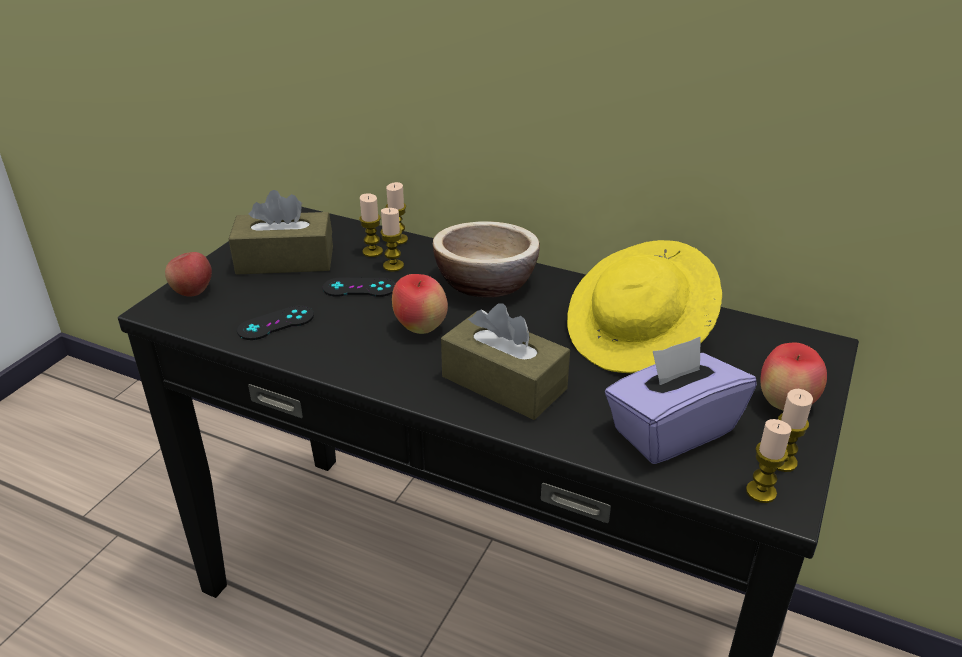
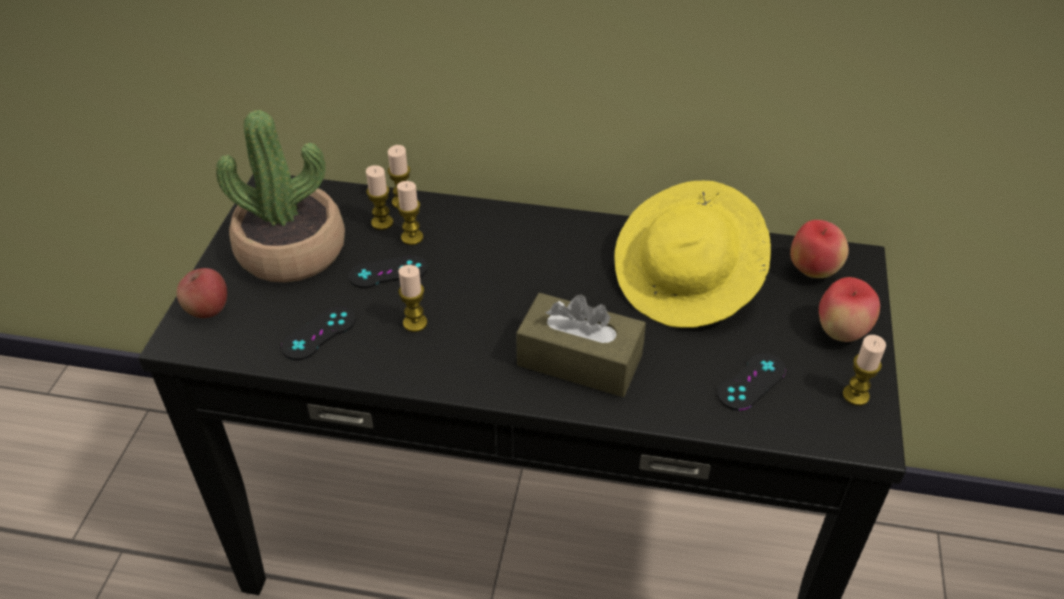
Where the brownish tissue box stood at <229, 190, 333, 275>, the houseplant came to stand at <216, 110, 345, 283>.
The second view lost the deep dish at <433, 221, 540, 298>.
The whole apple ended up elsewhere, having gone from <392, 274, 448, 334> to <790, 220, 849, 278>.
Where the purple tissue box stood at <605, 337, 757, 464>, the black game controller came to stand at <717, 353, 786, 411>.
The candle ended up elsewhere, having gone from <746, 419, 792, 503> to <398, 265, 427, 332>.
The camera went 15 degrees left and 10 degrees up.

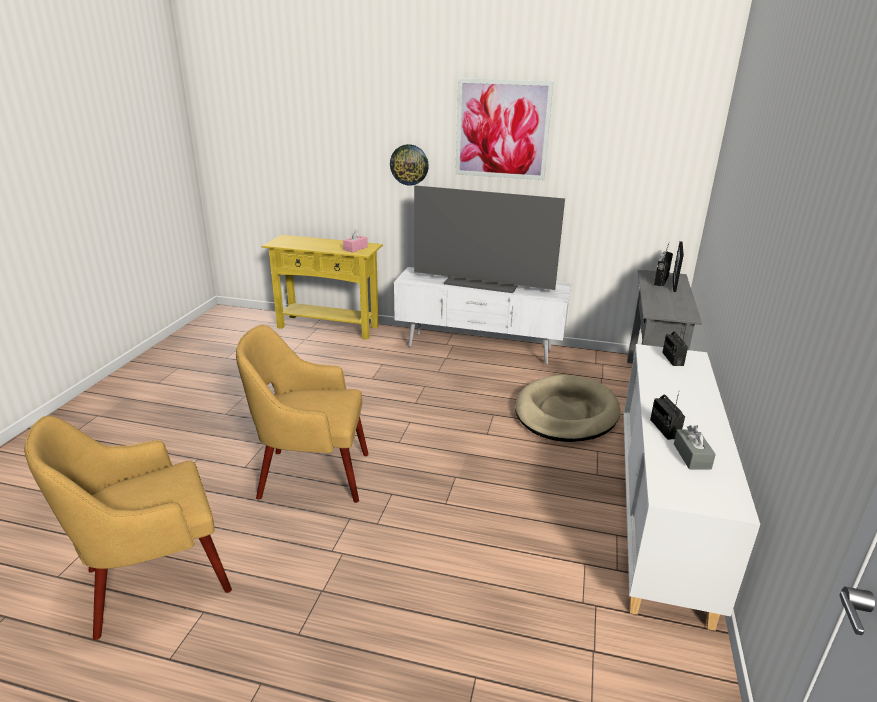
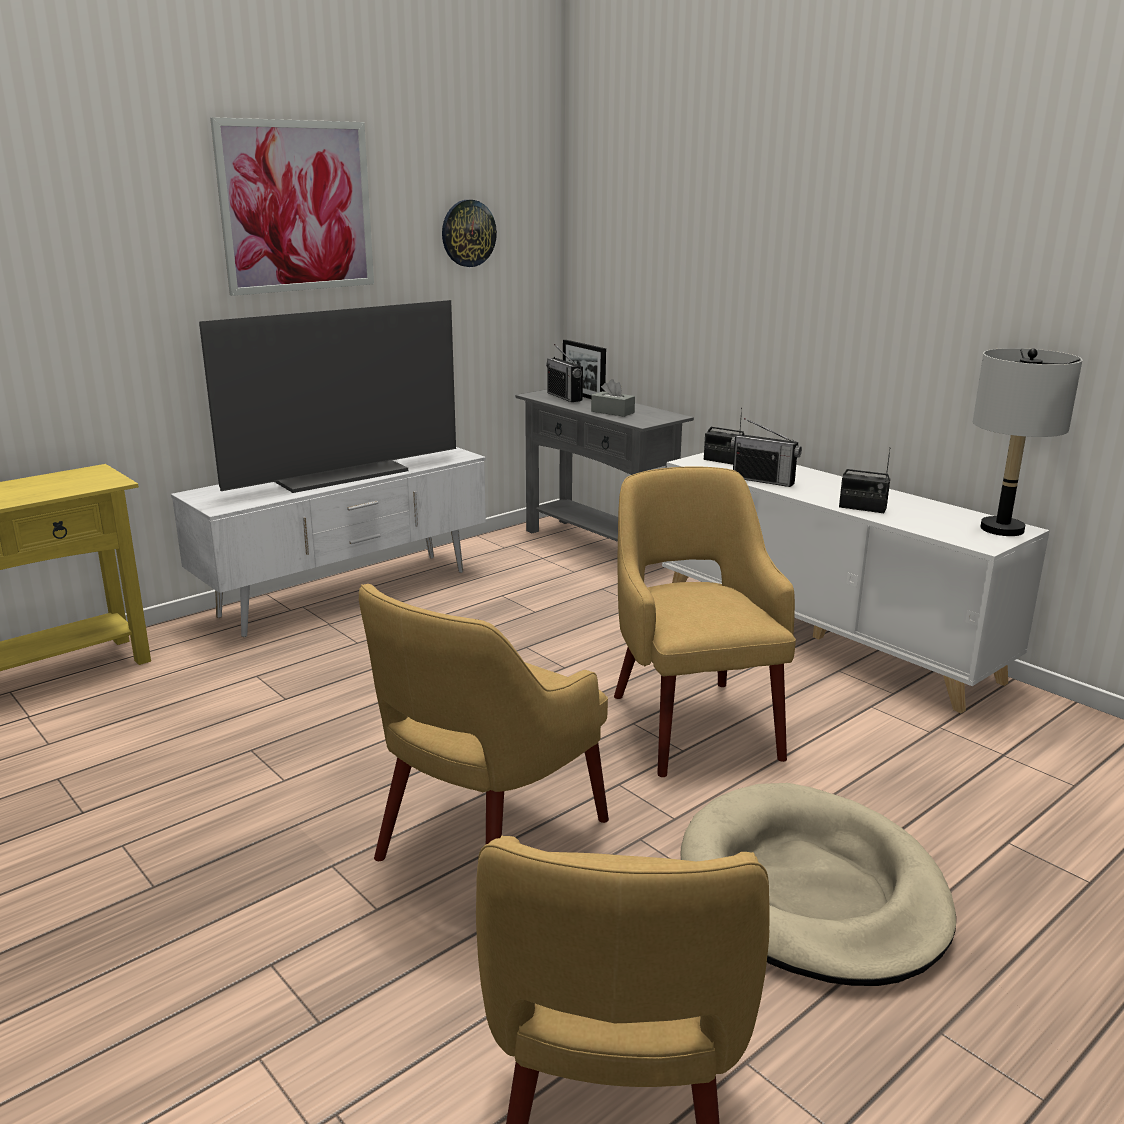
The clock on the wall ended up elsewhere, having gone from <390, 144, 429, 186> to <442, 200, 497, 267>.
The second view lost the pink tissue box at <343, 229, 368, 252>.
The beige-coloured pet bed ended up elsewhere, having gone from <515, 375, 620, 442> to <680, 783, 956, 986>.
The grey tissue box ended up elsewhere, having gone from <674, 425, 716, 469> to <591, 379, 635, 417>.
The second view gained the grey table lamp at <973, 348, 1082, 536>.
The second view gained the radio receiver at <731, 418, 802, 487>.
The second view gained the yellow-coloured lounge chair at <614, 466, 796, 777>.
The camera went 55 degrees left and 5 degrees down.

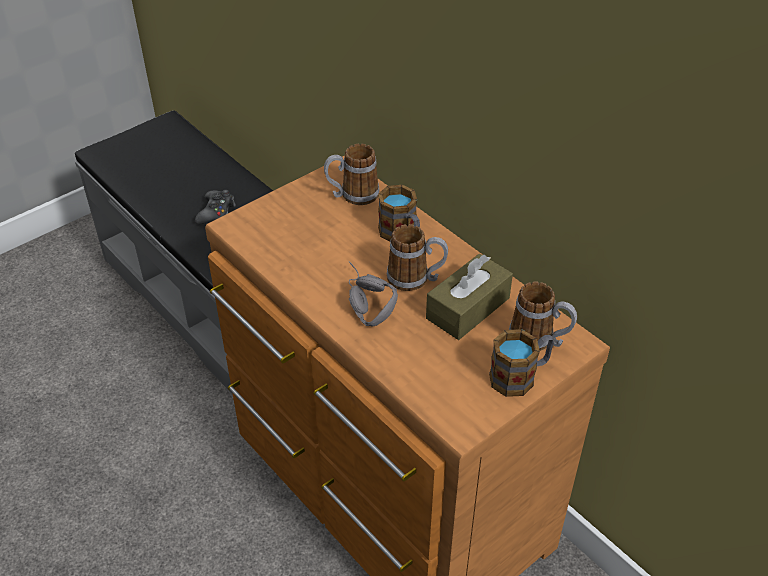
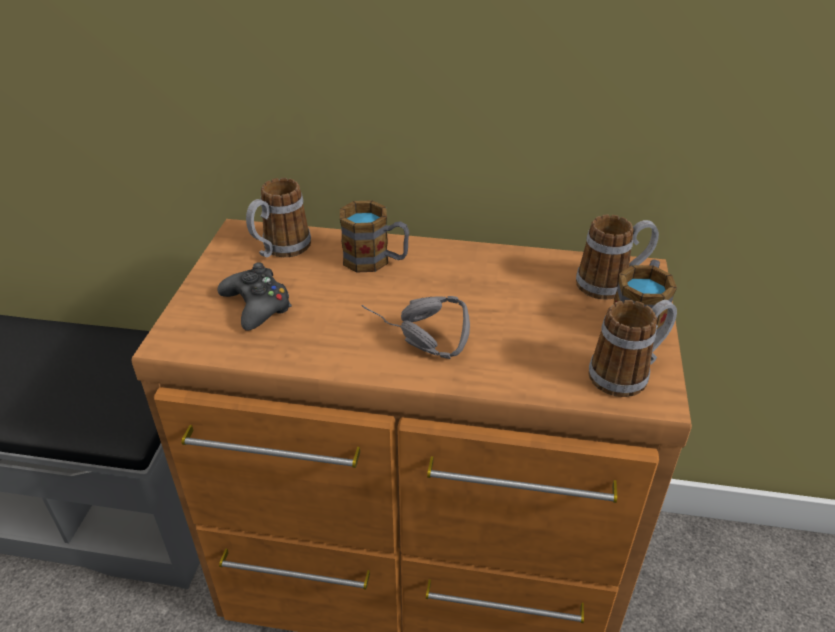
The black game controller ended up elsewhere, having gone from <195, 190, 236, 224> to <218, 262, 292, 331>.
The tea mug ended up elsewhere, having gone from <387, 224, 448, 291> to <588, 300, 677, 397>.
The second view lost the brownish tissue box at <426, 254, 513, 340>.
The camera went 40 degrees left and 5 degrees down.

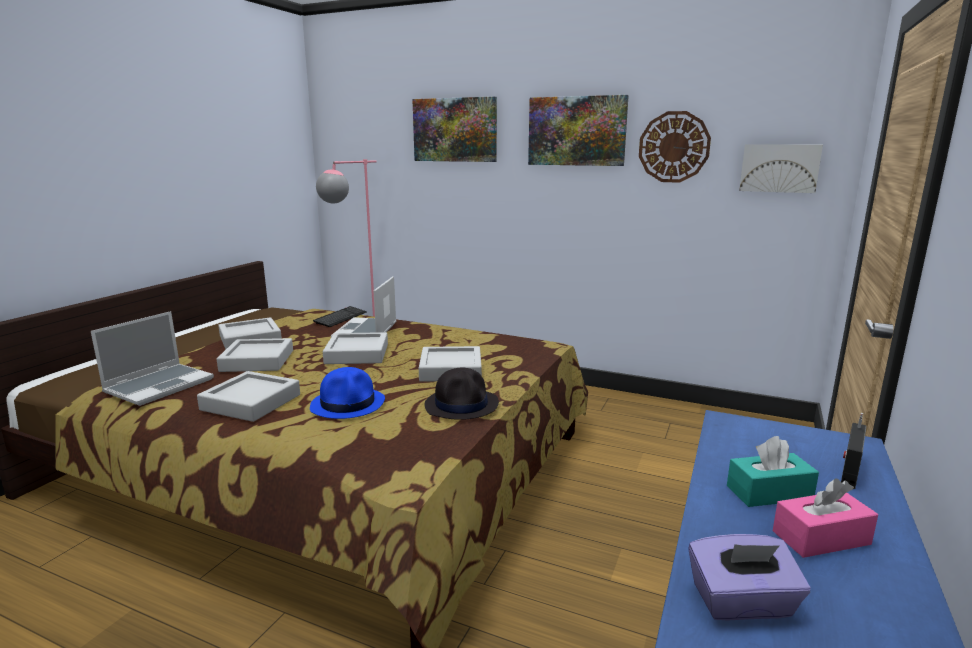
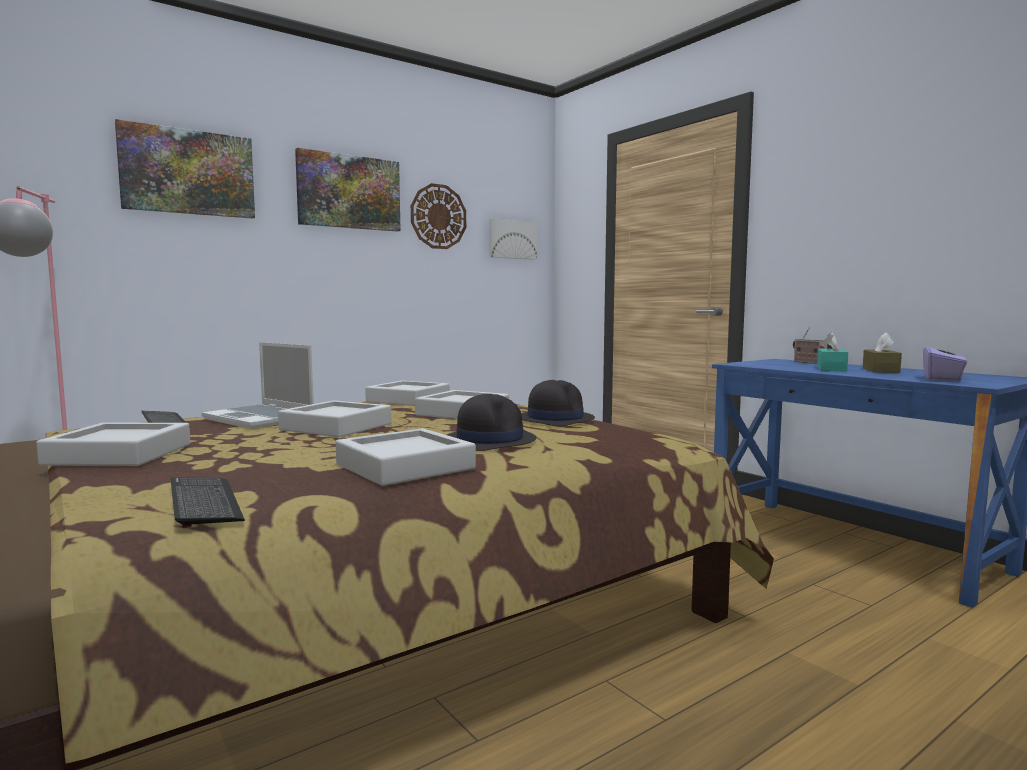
Where the notebook computer stood at <91, 311, 214, 406>, the computer keyboard came to stand at <170, 477, 245, 528>.
The grey carrying tray ended up elsewhere, having gone from <217, 338, 293, 372> to <365, 381, 450, 406>.
What was the bluish clothing hat at <310, 367, 385, 419> turned into the black clothing hat at <447, 394, 536, 451>.
What was the pink tissue box at <773, 478, 878, 558> turned into the brownish tissue box at <863, 332, 902, 373>.
The camera went 60 degrees left and 10 degrees down.

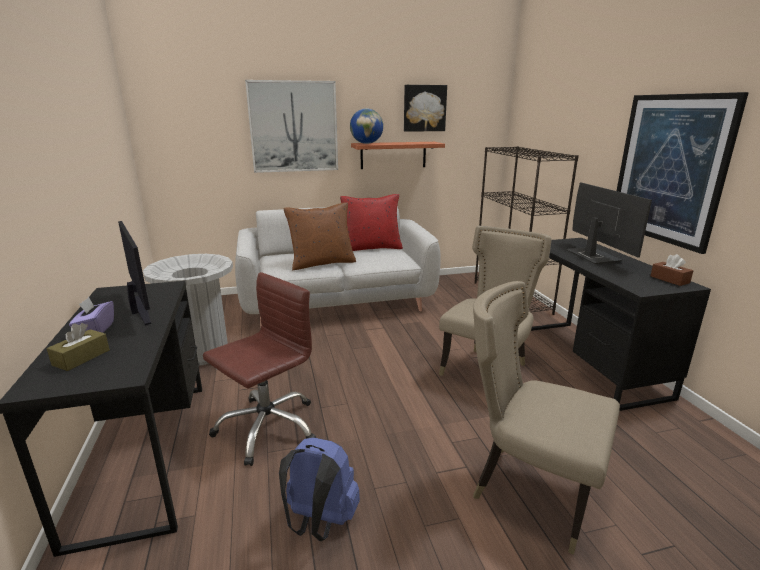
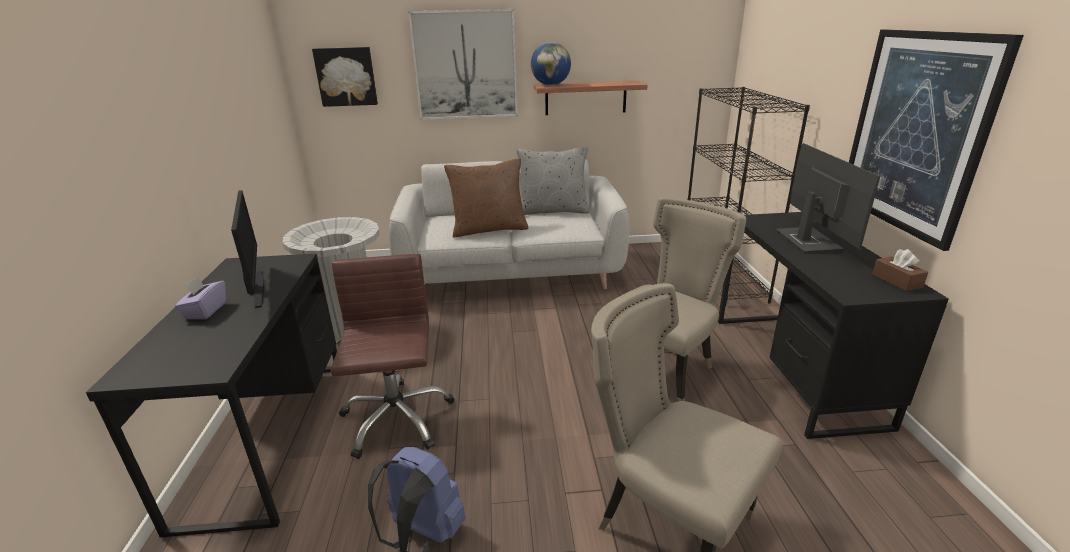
The wall art ended up elsewhere, having gone from <404, 85, 447, 132> to <312, 47, 378, 107>.
What was the red cushion at <340, 194, 403, 251> turned into the grey cushion at <517, 147, 589, 215>.
The brownish office chair at <203, 272, 316, 466> ended up facing another way, 60 degrees counterclockwise from before.
The second view lost the brownish tissue box at <47, 323, 110, 371>.
The camera went 10 degrees right and 5 degrees up.

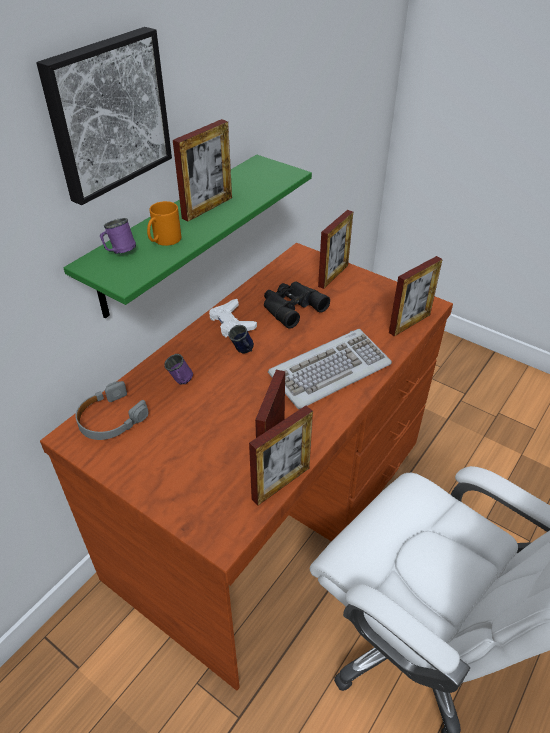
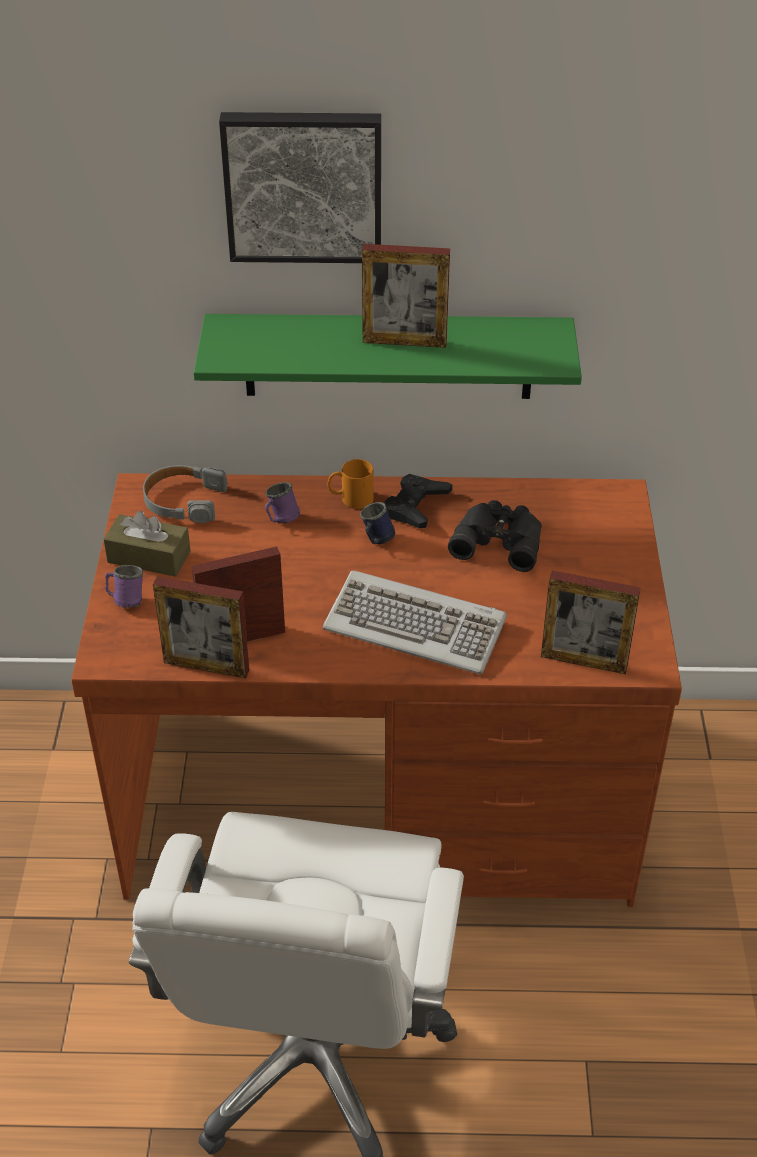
The orange tea mug ended up elsewhere, having gone from <147, 201, 181, 246> to <327, 459, 374, 509>.
The second view lost the standing frame at <318, 210, 353, 289>.
The purple tea mug ended up elsewhere, having gone from <100, 218, 136, 254> to <105, 565, 143, 608>.
What was the white-coloured game controller at <209, 299, 257, 337> turned into the black game controller at <384, 474, 452, 528>.
The second view gained the brownish tissue box at <103, 511, 191, 577>.
The camera went 55 degrees right and 0 degrees up.

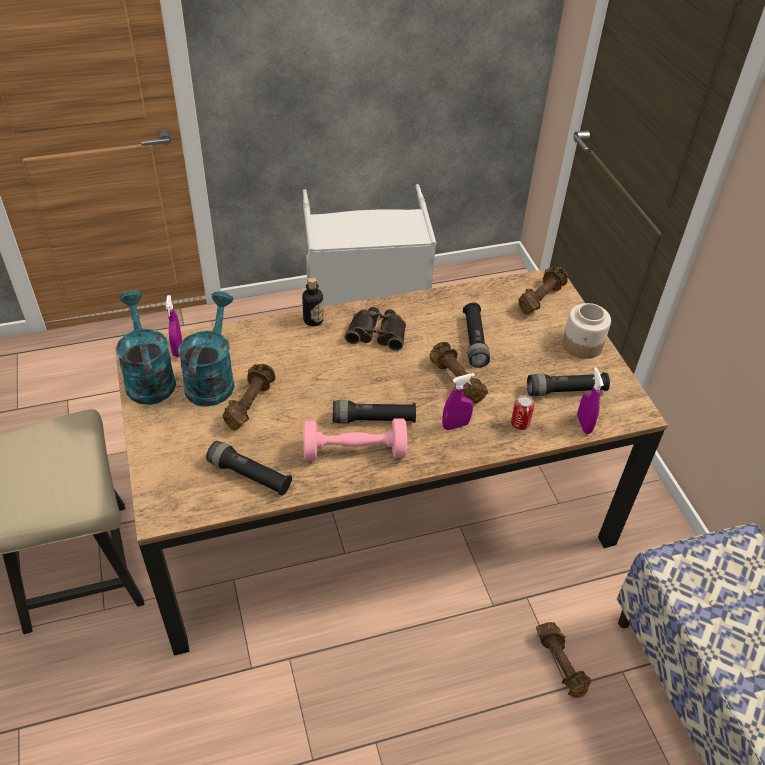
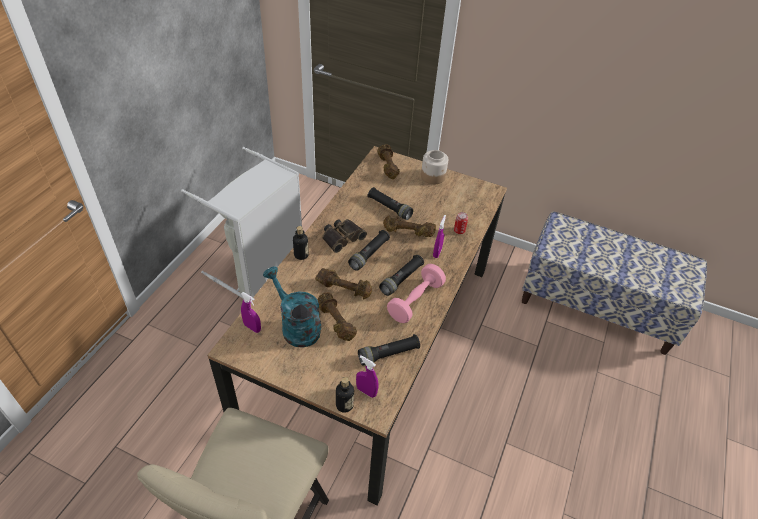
The second view lost the blue-green sprinkling can at <116, 290, 176, 405>.
The purple hand sprayer ended up elsewhere, having gone from <577, 367, 604, 434> to <356, 356, 378, 398>.
The black flashlight ended up elsewhere, having gone from <527, 372, 610, 396> to <348, 230, 390, 271>.
The brownish free weight ended up elsewhere, having gone from <536, 622, 591, 698> to <315, 268, 372, 299>.
The second view gained the beverage bottle at <336, 377, 354, 413>.
The camera went 50 degrees left and 0 degrees up.

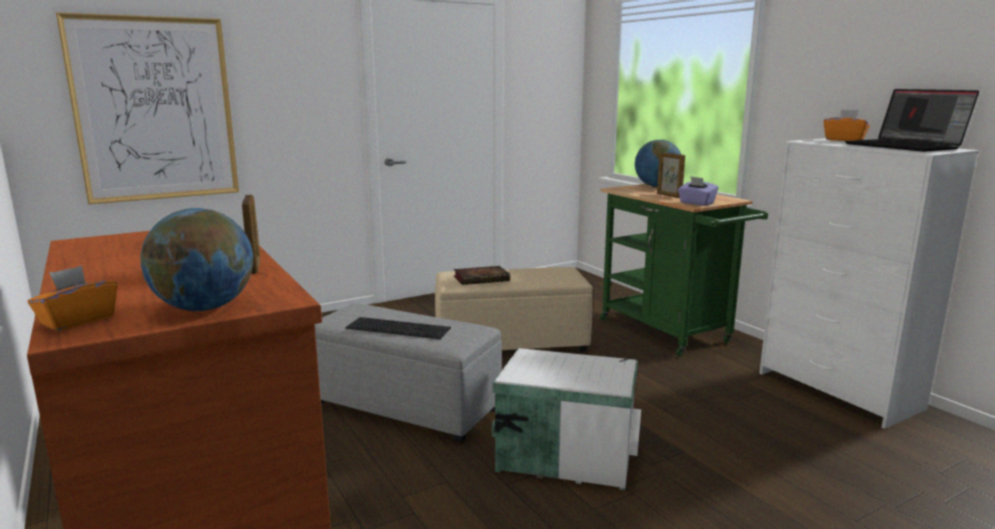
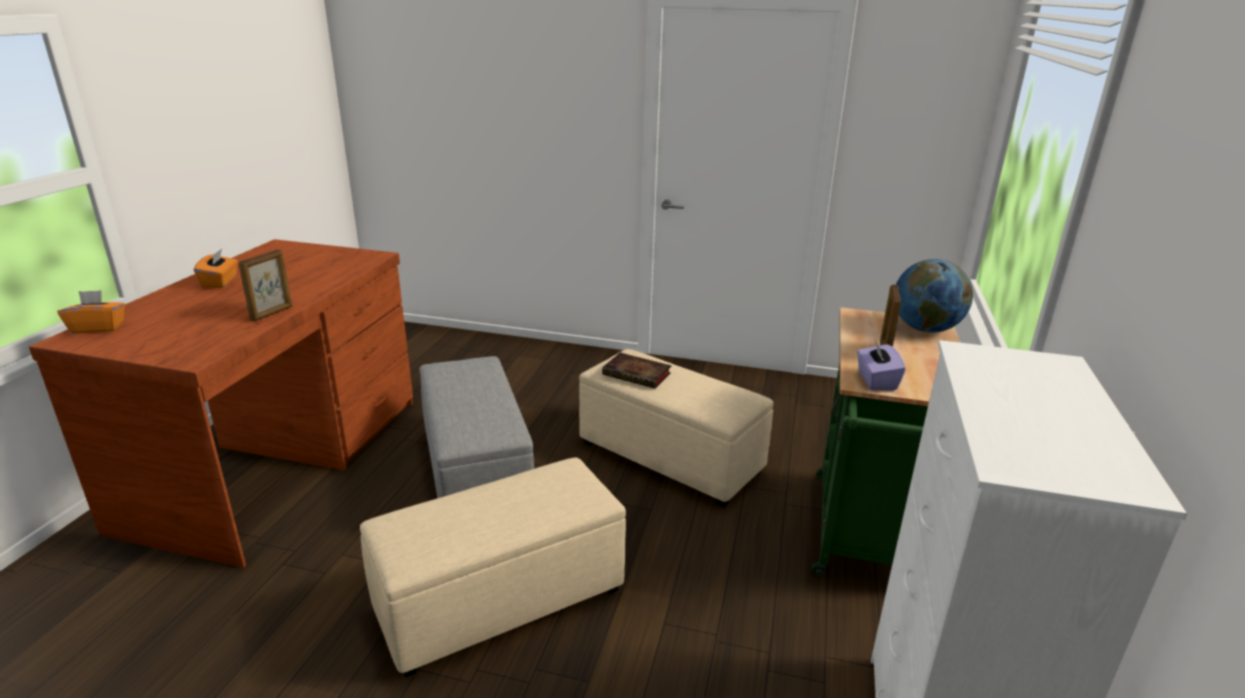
The second view lost the wall art at <56, 12, 239, 205>.
The second view lost the notebook computer at <845, 89, 979, 152>.
The orange tissue box ended up elsewhere, having gone from <824, 109, 870, 141> to <194, 249, 238, 288>.
The second view lost the desk globe at <141, 208, 253, 311>.
The second view lost the computer keyboard at <345, 317, 451, 339>.
Where the white-coloured storage bin stood at <492, 348, 641, 490>, the beige-coloured pouffe came to stand at <360, 457, 626, 678>.
The camera went 45 degrees right and 10 degrees up.

